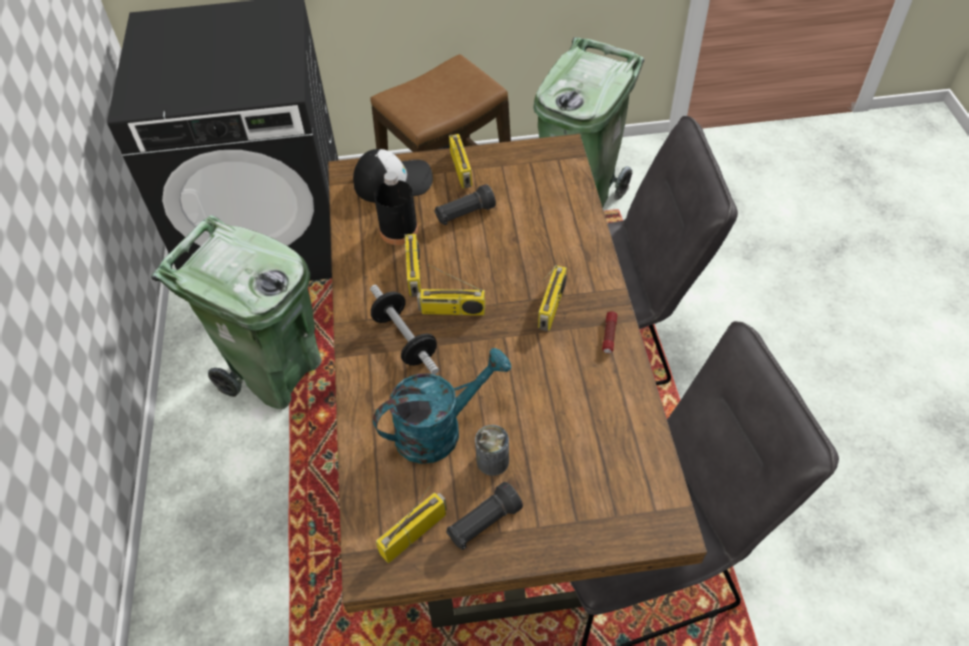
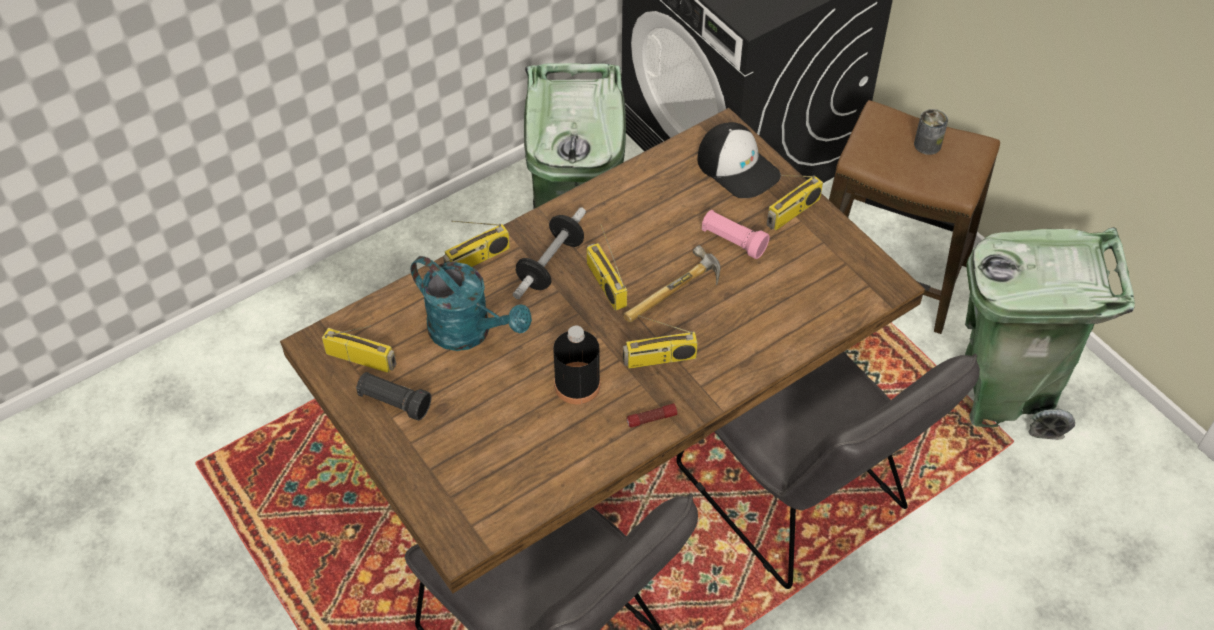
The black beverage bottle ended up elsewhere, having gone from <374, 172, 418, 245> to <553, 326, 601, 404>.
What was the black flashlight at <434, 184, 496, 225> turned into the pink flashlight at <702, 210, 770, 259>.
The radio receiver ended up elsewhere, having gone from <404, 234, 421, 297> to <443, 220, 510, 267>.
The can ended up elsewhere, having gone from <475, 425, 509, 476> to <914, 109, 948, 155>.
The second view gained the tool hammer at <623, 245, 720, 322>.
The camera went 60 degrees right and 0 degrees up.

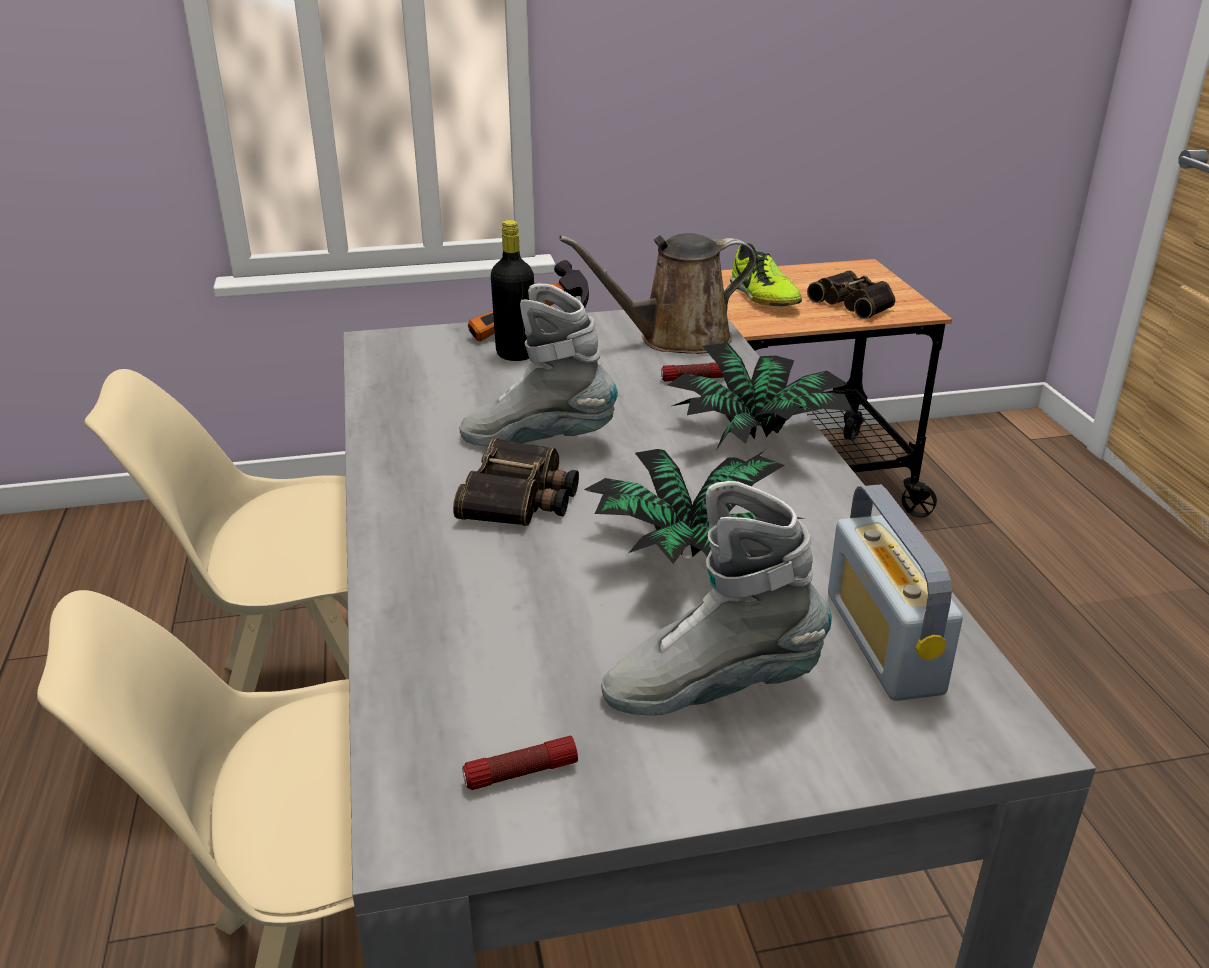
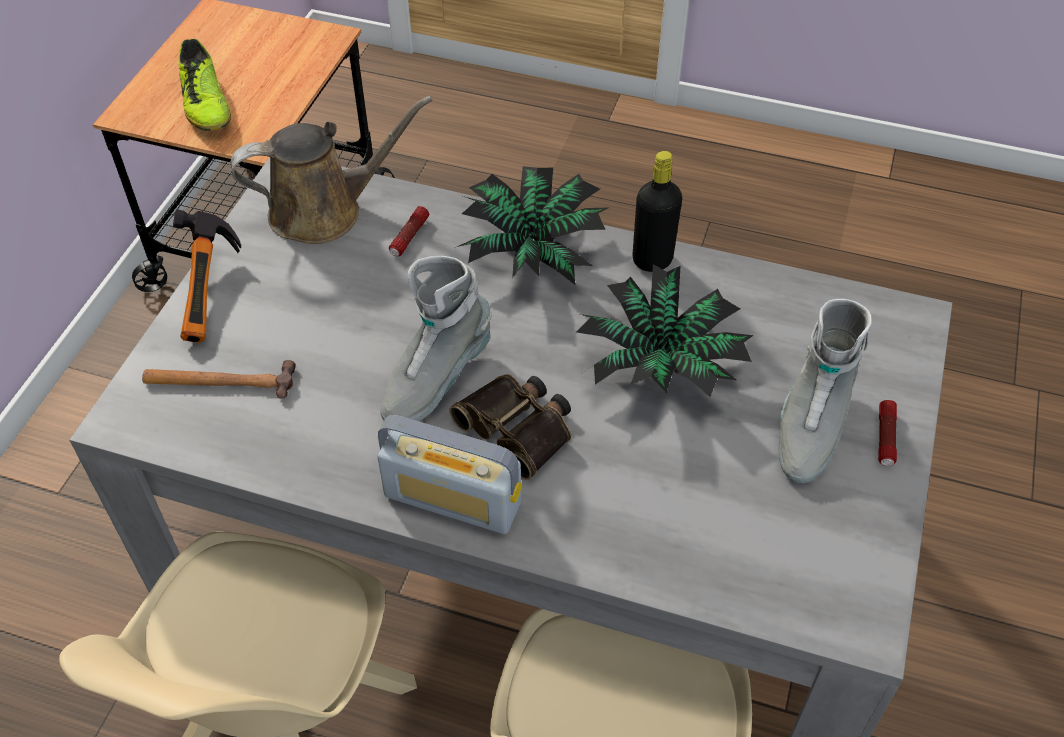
The black beverage bottle ended up elsewhere, having gone from <491, 220, 534, 361> to <632, 151, 682, 272>.
The brownish sprinkling can at <559, 233, 756, 354> ended up facing another way, 120 degrees counterclockwise from before.
The low shoe at <730, 243, 802, 306> ended up facing another way, 60 degrees clockwise from before.
The second view lost the field glasses at <807, 271, 895, 319>.
The radio receiver ended up elsewhere, having gone from <828, 485, 963, 701> to <377, 415, 522, 534>.
The flashlight ended up elsewhere, having gone from <462, 735, 578, 790> to <878, 400, 897, 466>.
The second view gained the tool hammer at <142, 360, 296, 399>.
The camera went 60 degrees left and 20 degrees up.

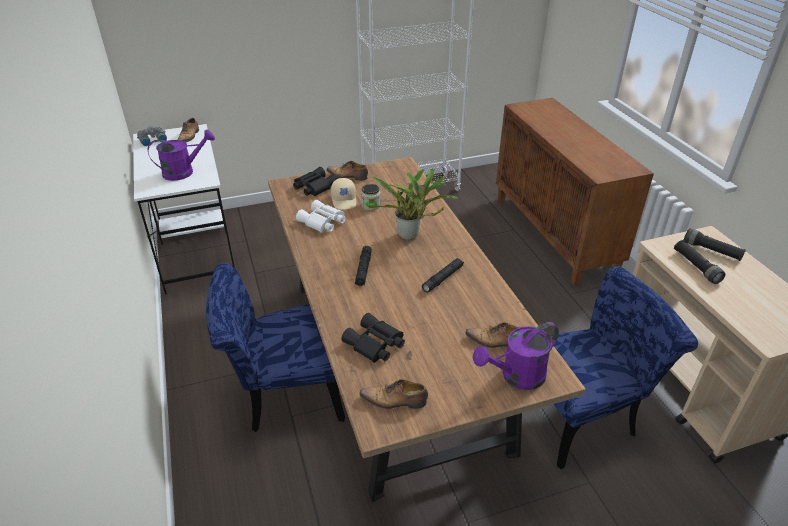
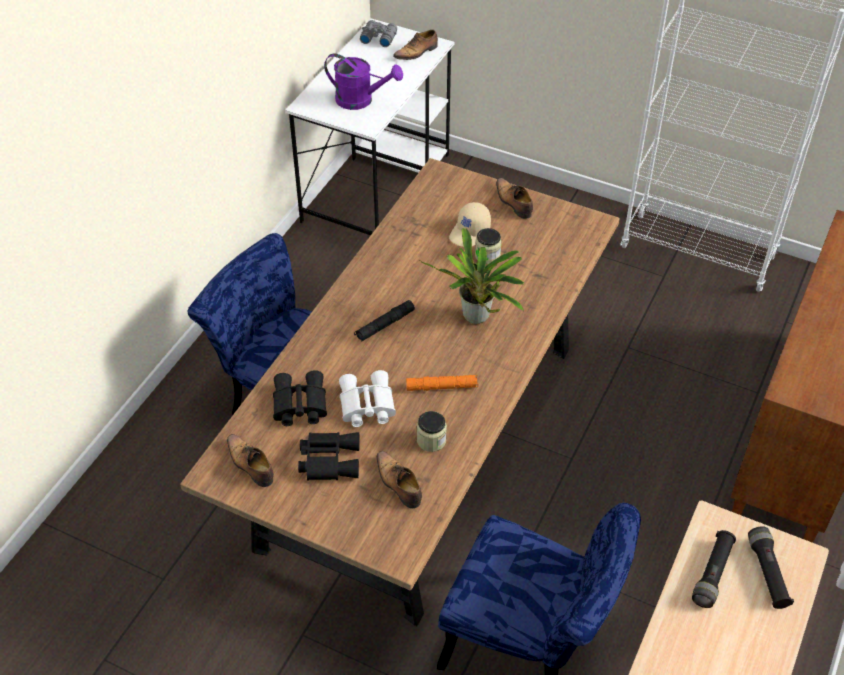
The black field glasses ended up elsewhere, having gone from <293, 167, 338, 196> to <298, 432, 360, 481>.
The white-coloured field glasses ended up elsewhere, having gone from <296, 200, 346, 233> to <339, 370, 396, 427>.
What was the black flashlight at <422, 258, 464, 292> turned into the orange flashlight at <406, 375, 478, 391>.
The second view lost the purple sprinkling can at <473, 322, 559, 390>.
The second view gained the jar at <417, 411, 447, 452>.
The camera went 45 degrees right and 10 degrees up.

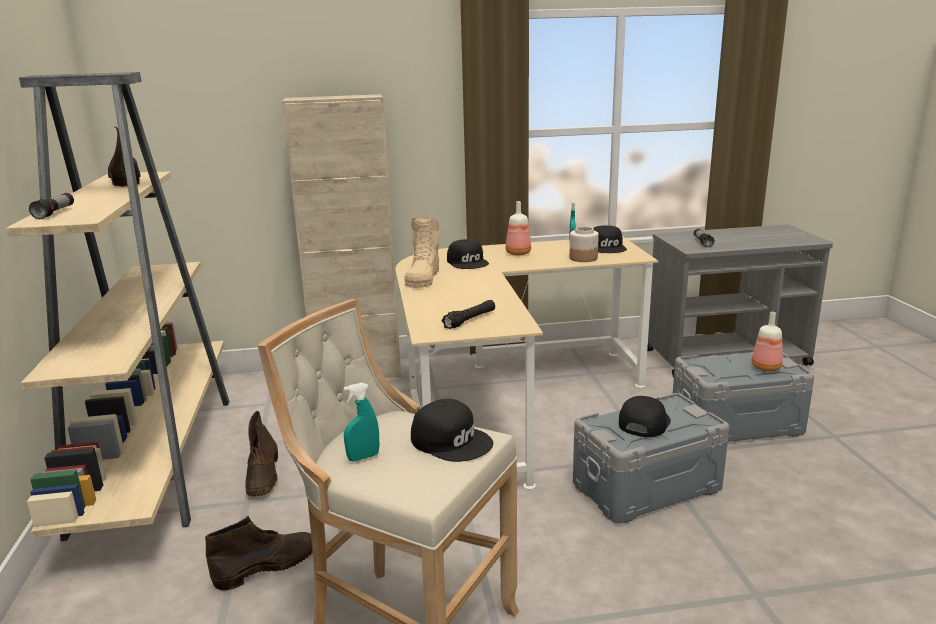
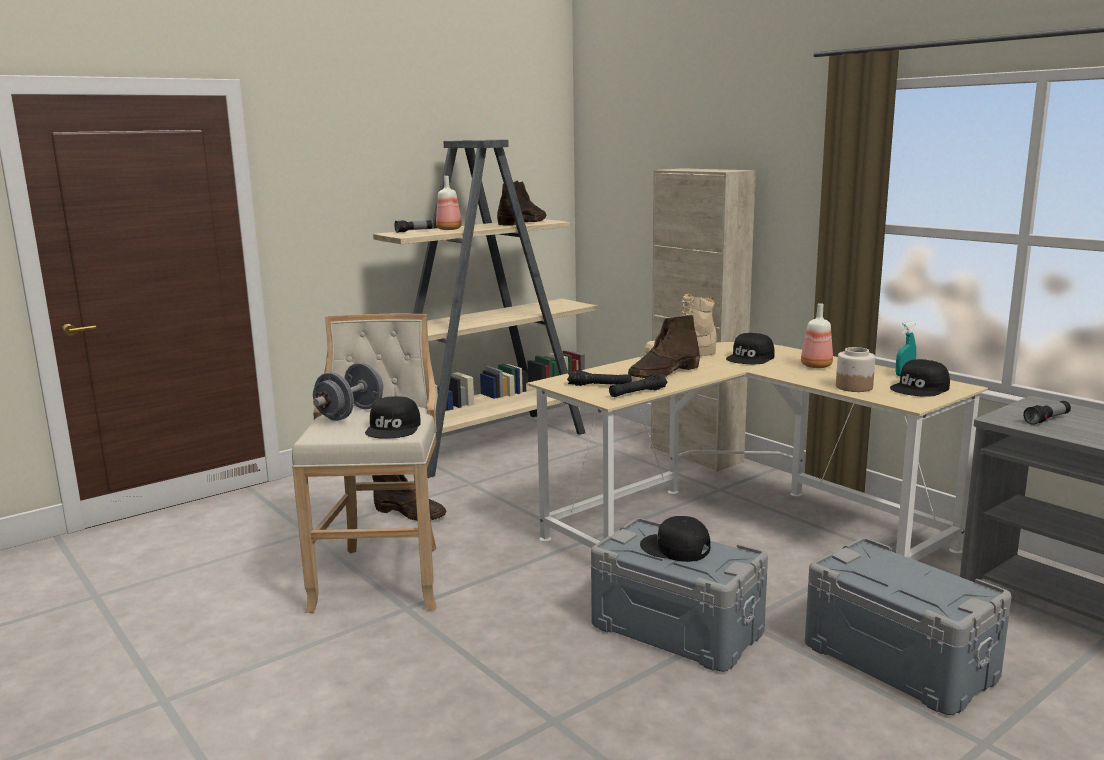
The beverage bottle ended up elsewhere, having gone from <751, 312, 783, 372> to <436, 176, 462, 230>.
Where the blue-green hand sprayer stood at <344, 382, 379, 461>, the grey free weight came to stand at <313, 363, 383, 421>.
The black baseball cap at <619, 396, 671, 437> ended up facing another way, 150 degrees counterclockwise from before.
The brownish high-top boot ended up elsewhere, having gone from <245, 411, 278, 497> to <628, 315, 700, 378>.
The second view gained the black flashlight at <609, 374, 668, 397>.
The camera went 60 degrees right and 5 degrees down.

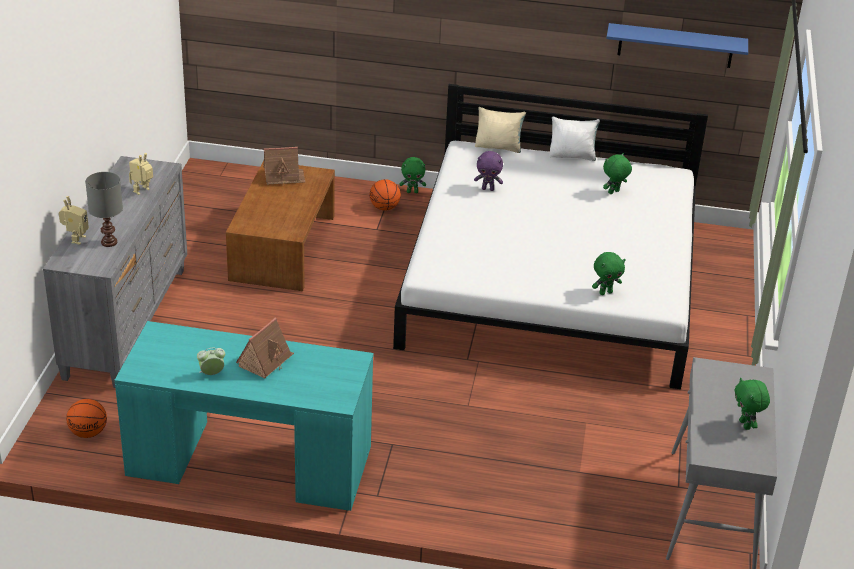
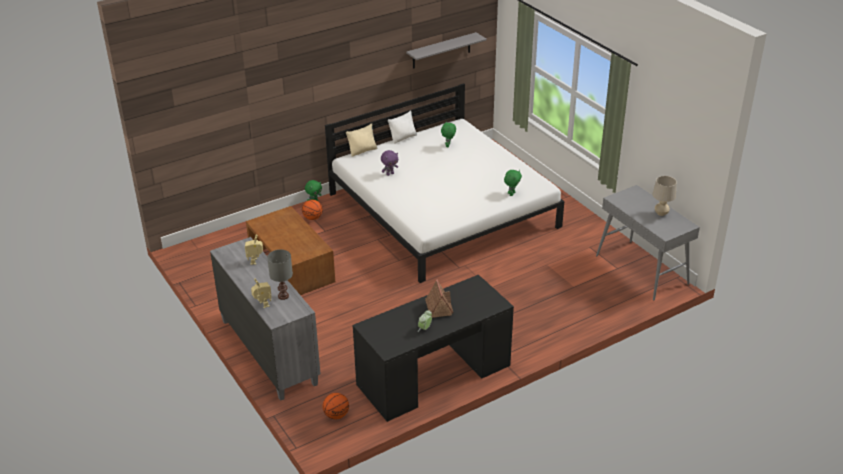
What was the bluish bracket shelf at <606, 23, 748, 68> turned into the grey bracket shelf at <406, 32, 487, 69>.
The second view lost the miniature house at <264, 147, 305, 186>.
What was the blue-green desk at <114, 321, 373, 511> turned into the black desk at <352, 275, 514, 422>.
Where the green-coloured soft toy stood at <735, 378, 770, 430>, the beige-coloured table lamp came to stand at <652, 176, 677, 216>.
The camera went 40 degrees left and 0 degrees up.

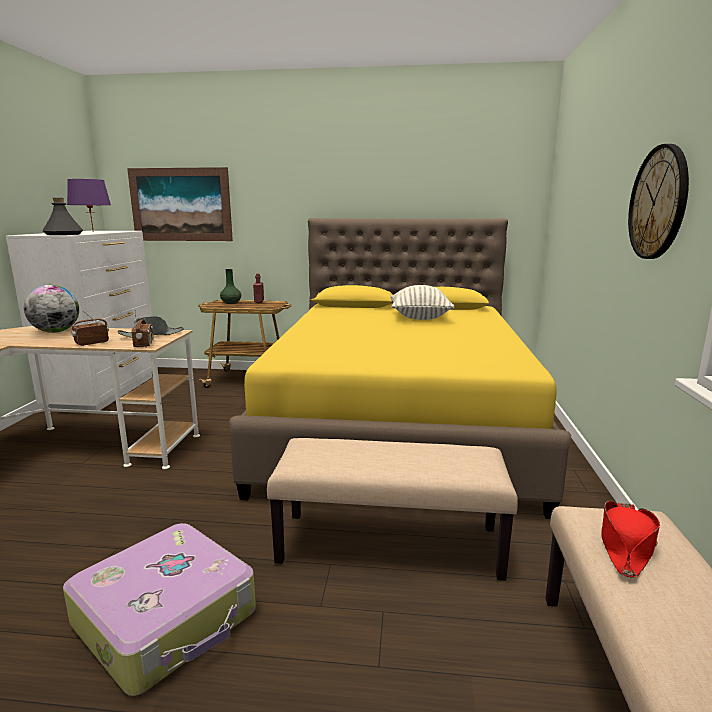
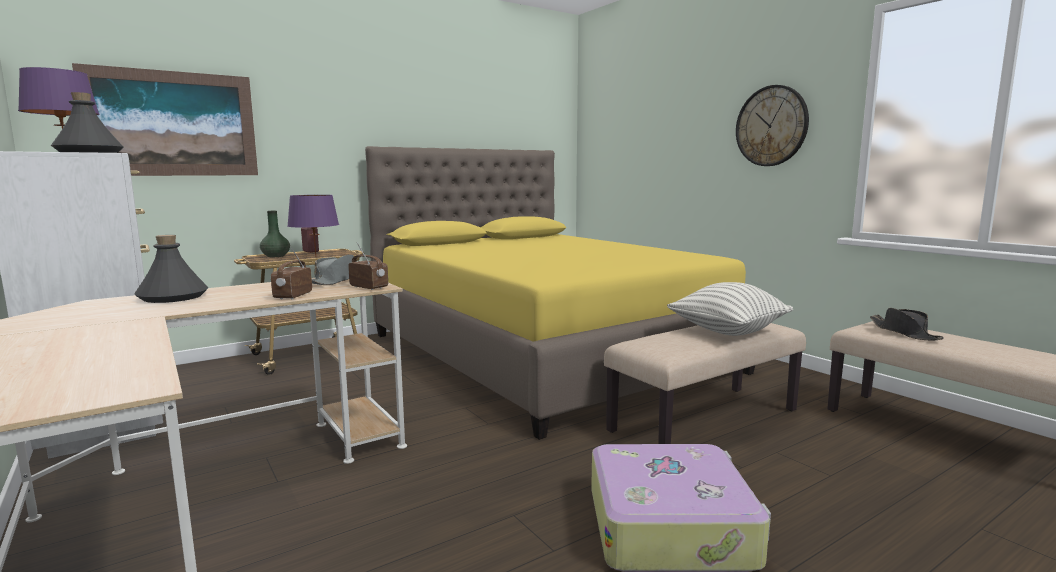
Where the desk globe stood at <24, 285, 79, 333>, the grey beverage bottle came to stand at <134, 235, 209, 303>.
The cushion ended up elsewhere, having gone from <390, 285, 454, 320> to <667, 282, 793, 336>.
What was the red clothing hat at <601, 501, 660, 577> turned into the black clothing hat at <870, 308, 944, 340>.
The second view gained the purple table lamp at <288, 195, 339, 256>.
The camera went 40 degrees left and 5 degrees down.

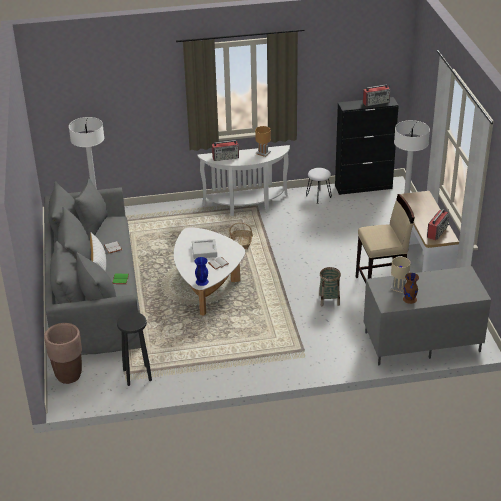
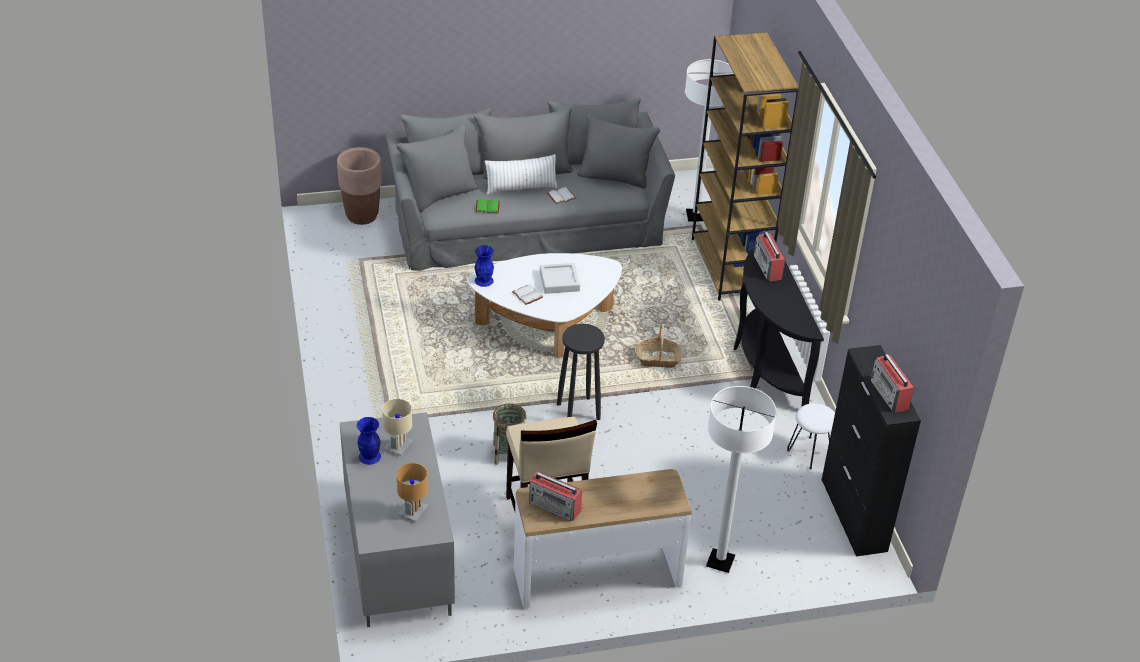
The brownish table lamp ended up elsewhere, having gone from <255, 126, 271, 157> to <396, 463, 429, 522>.
What was the white-coloured console table at <197, 145, 290, 216> turned into the black console table at <734, 239, 824, 407>.
What was the brownish decorative vase at <403, 273, 419, 304> turned into the bluish decorative vase at <357, 417, 381, 465>.
The black stool seat ended up elsewhere, having gone from <117, 312, 152, 386> to <557, 324, 605, 420>.
The second view gained the brownish shelving unit at <692, 32, 799, 301>.
The camera went 85 degrees right and 5 degrees up.

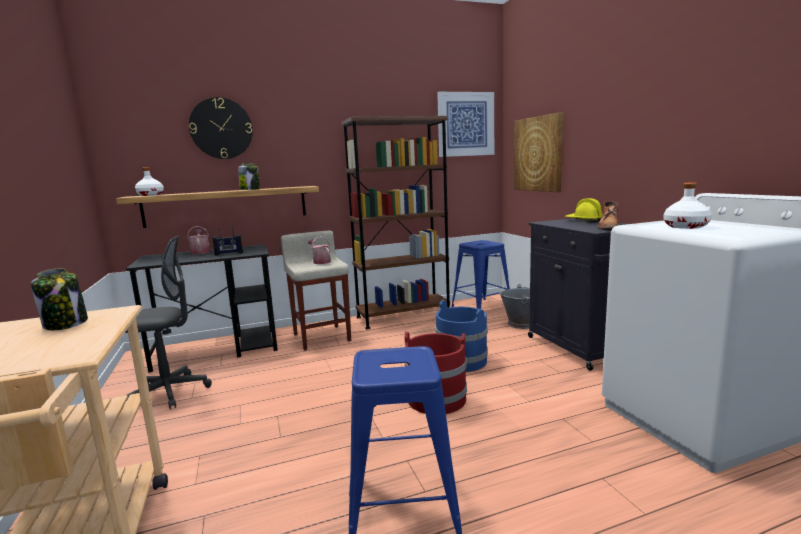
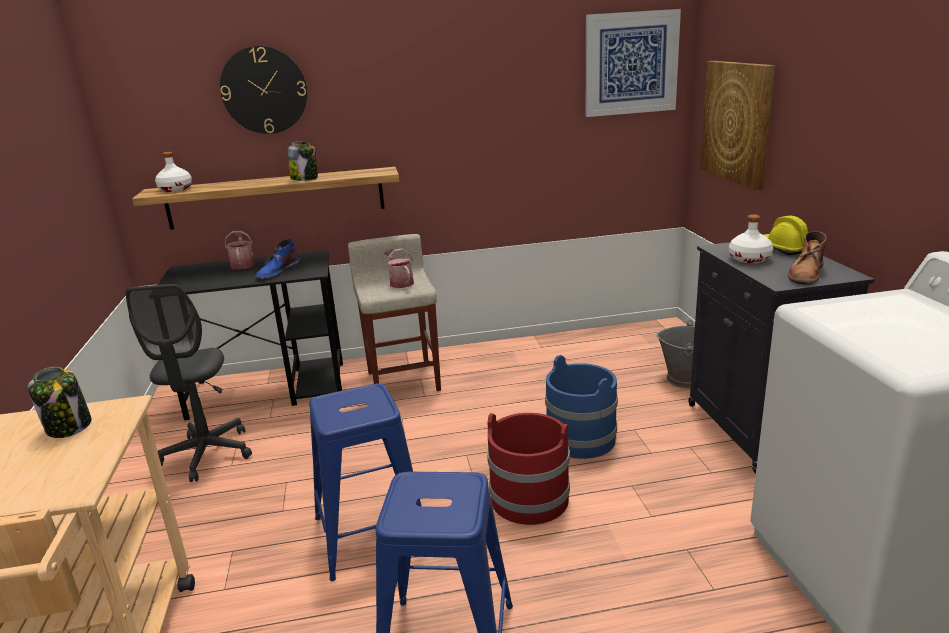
The second view lost the brownish shelving unit at <341, 116, 450, 329>.
The white-coloured beverage bottle ended up elsewhere, having gone from <664, 182, 712, 229> to <729, 214, 773, 263>.
Where the radio receiver stood at <212, 226, 243, 256>, the bluish high-top boot came to stand at <255, 238, 301, 280>.
The grey office chair at <125, 235, 212, 409> ended up facing another way, 90 degrees clockwise from before.
The bluish stool seat ended up elsewhere, having gone from <451, 240, 510, 309> to <309, 383, 421, 581>.
The camera went 10 degrees right and 10 degrees up.

